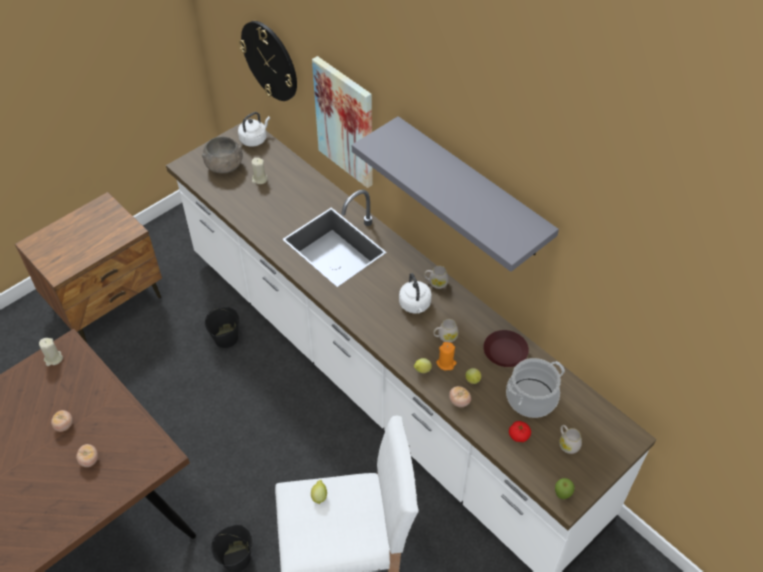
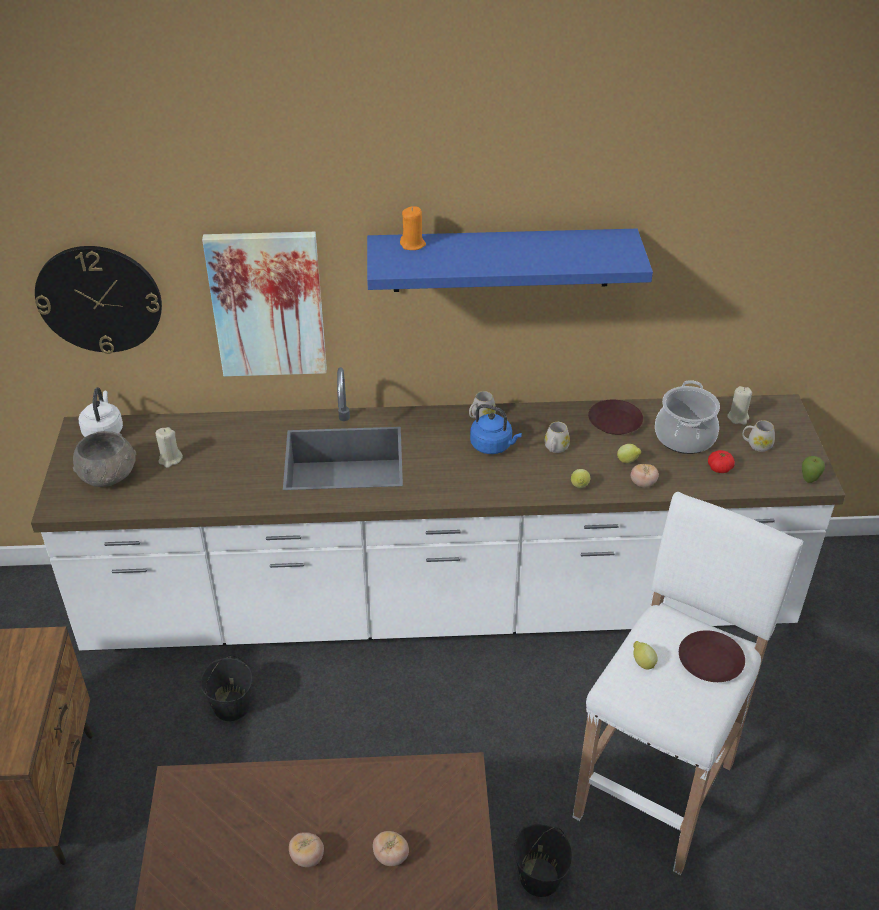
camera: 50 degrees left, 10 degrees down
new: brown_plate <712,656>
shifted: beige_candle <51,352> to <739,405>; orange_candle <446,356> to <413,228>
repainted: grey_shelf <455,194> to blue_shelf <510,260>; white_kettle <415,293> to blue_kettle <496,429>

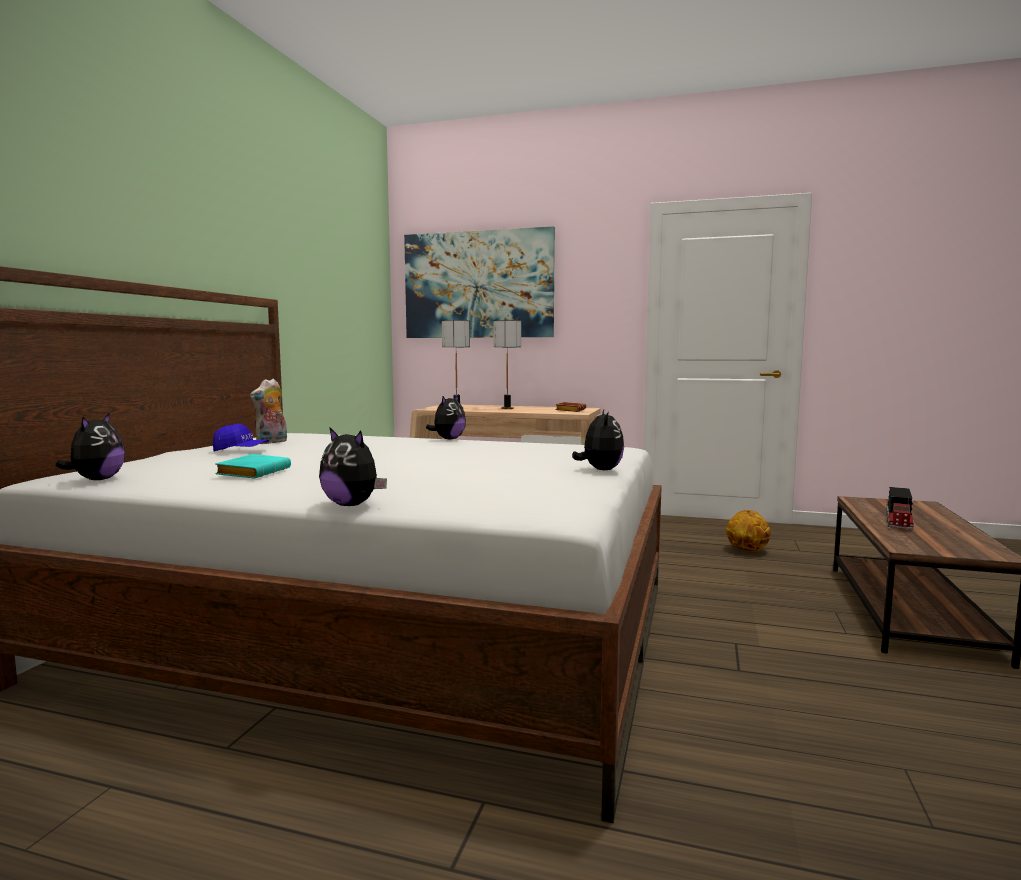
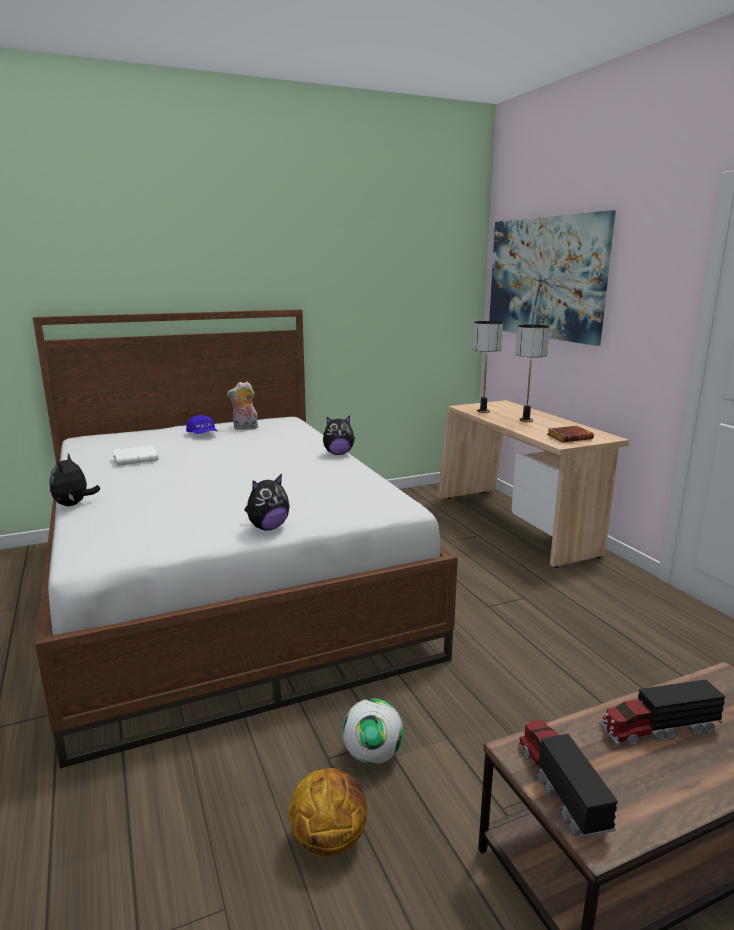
camera: 50 degrees right, 10 degrees up
gone: plush_toy <90,446>
new: football <372,731>; toy_truck <568,779>
shifted: basketball <748,531> to <328,812>
repainted: turquoise_book <253,466> to white_book <135,455>

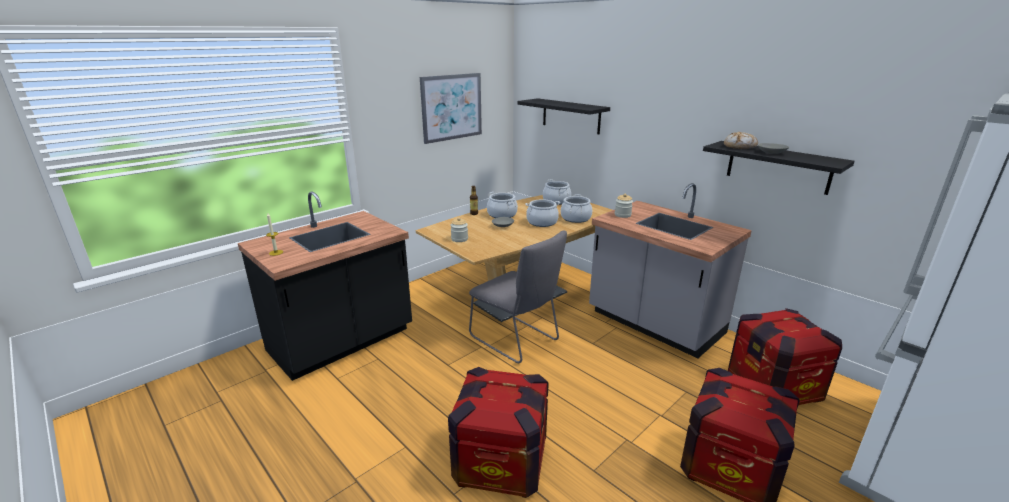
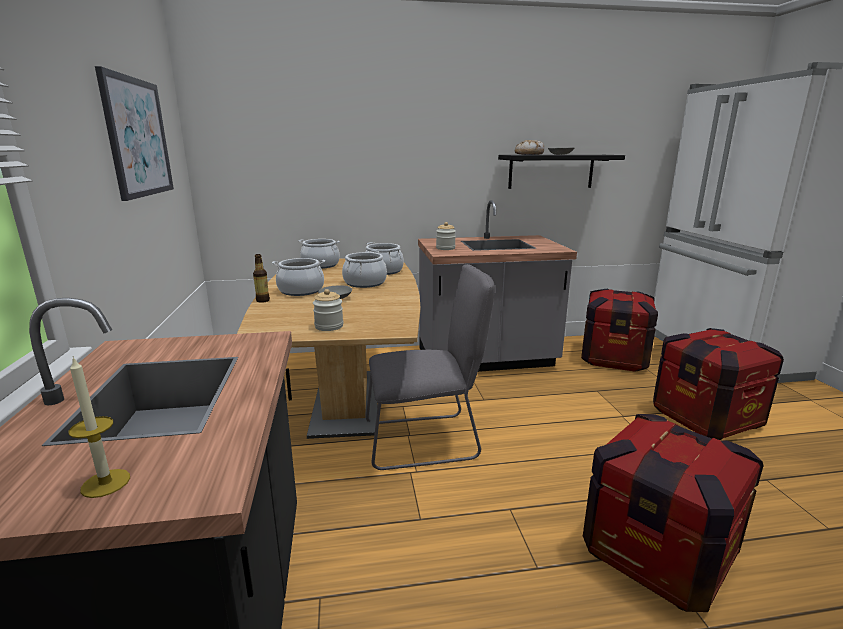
camera: 55 degrees left, 5 degrees down
gone: black_shelf <563,116>

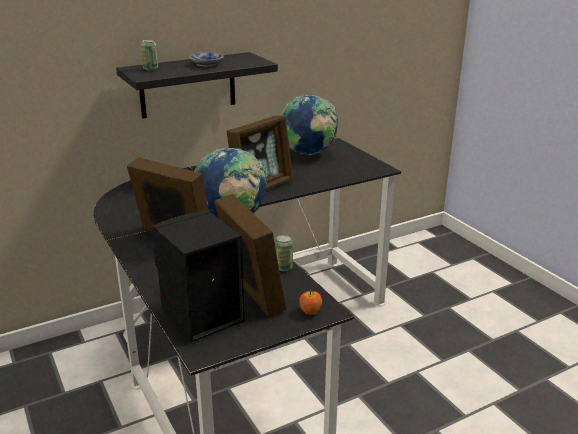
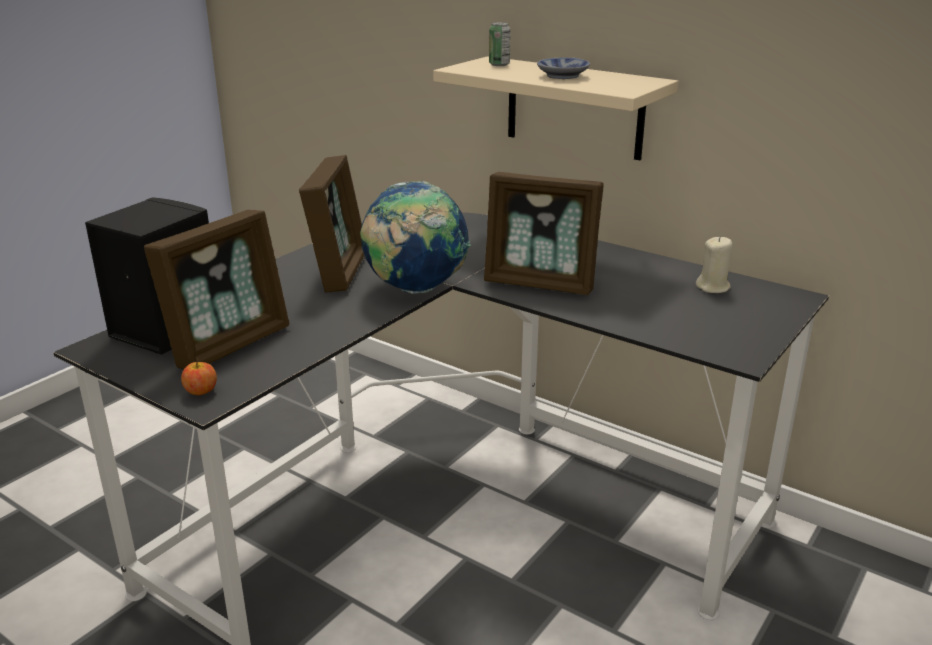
camera: 65 degrees right, 0 degrees up
gone: can <284,253>
swapped: globe <309,125> to beige_candle <714,264>
repainted: black_shelf <197,85> to beige_shelf <555,108>

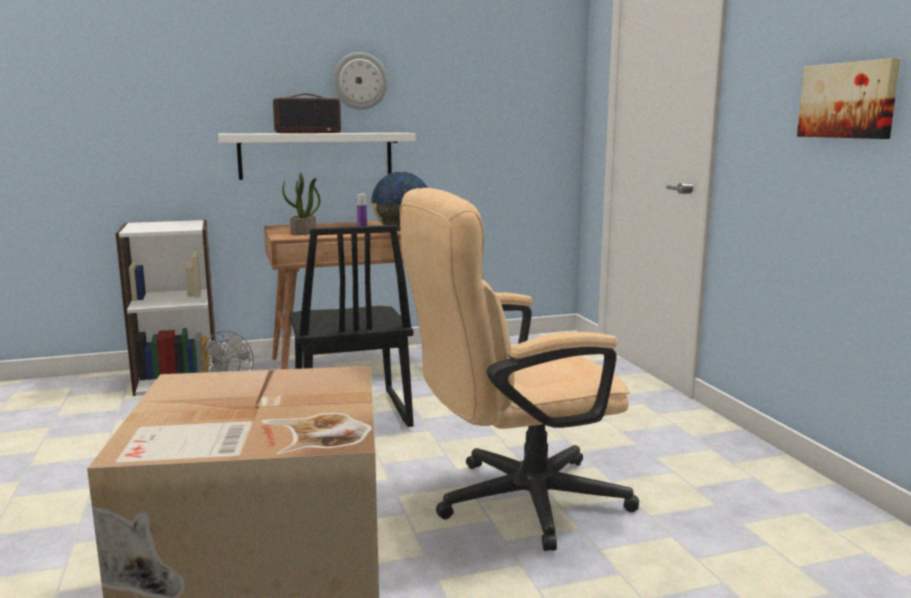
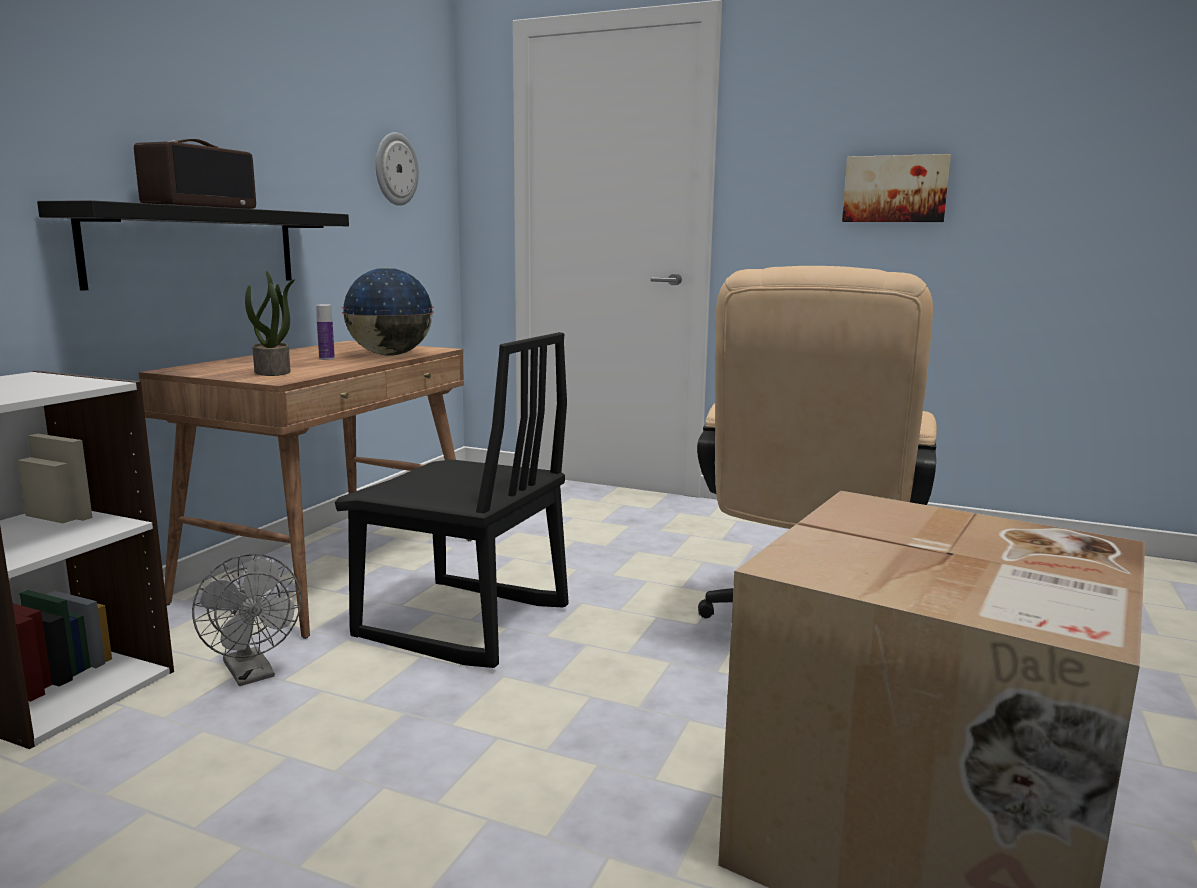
camera: 50 degrees left, 0 degrees up
shifted: wall_clock <360,81> to <397,169>
repainted: white_shelf <317,156> to black_shelf <193,245>

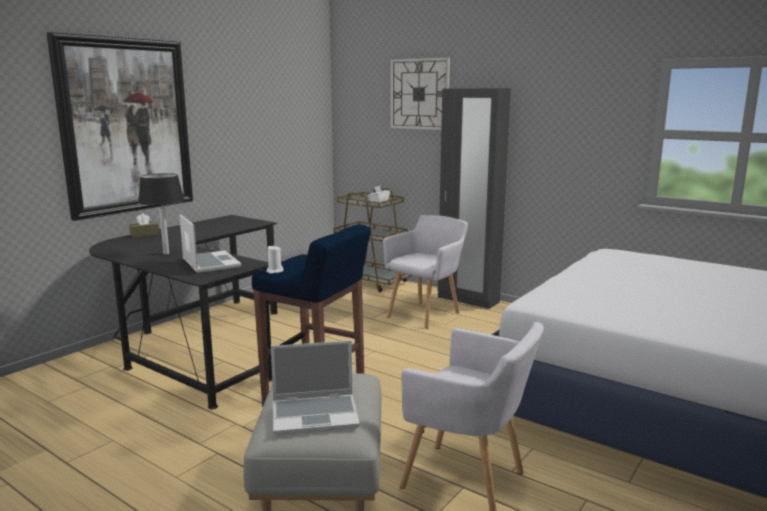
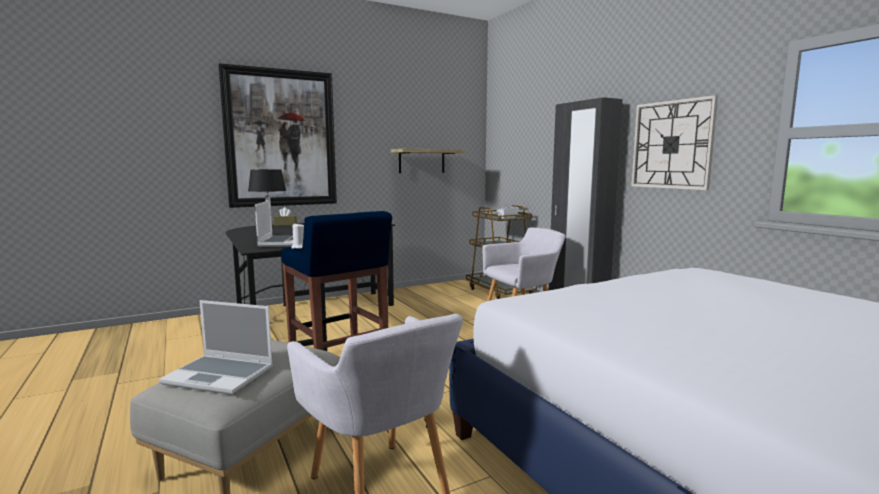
camera: 25 degrees right, 5 degrees down
new: shelf <428,161>
shifted: wall_clock <420,93> to <674,142>

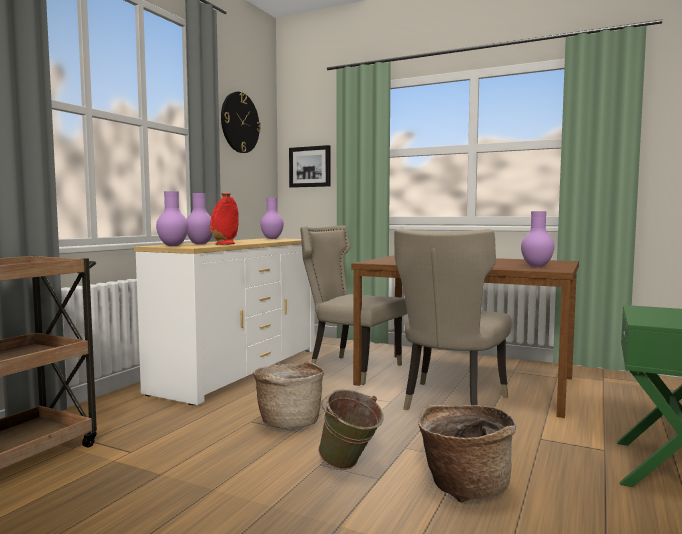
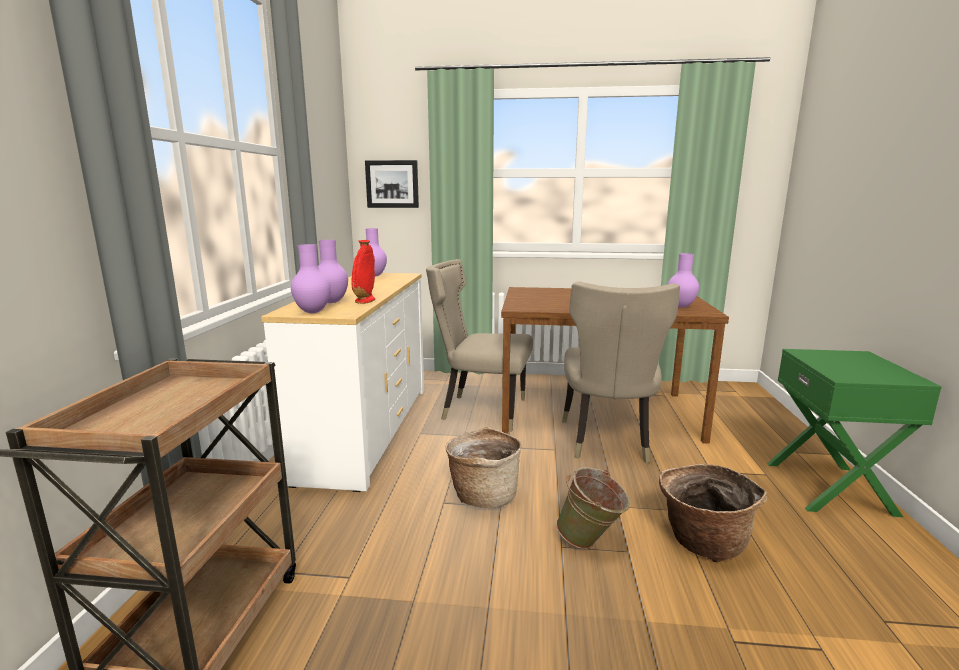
camera: 20 degrees left, 10 degrees up
gone: wall_clock <241,122>

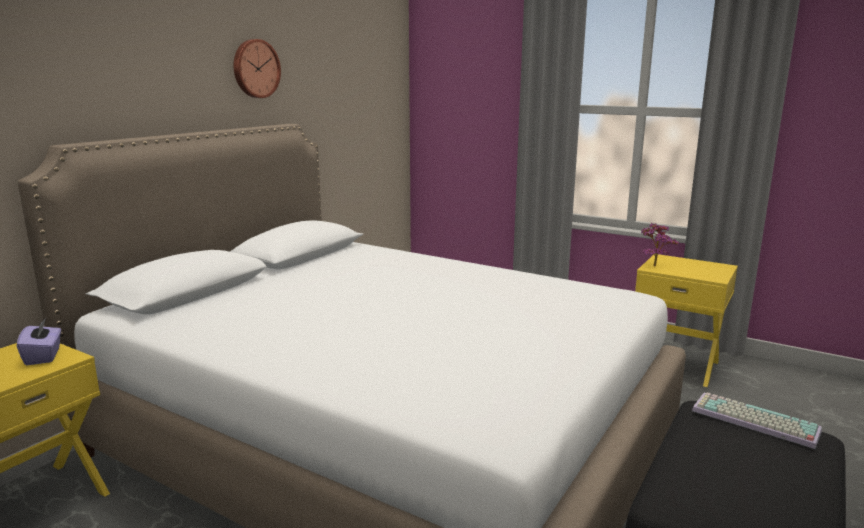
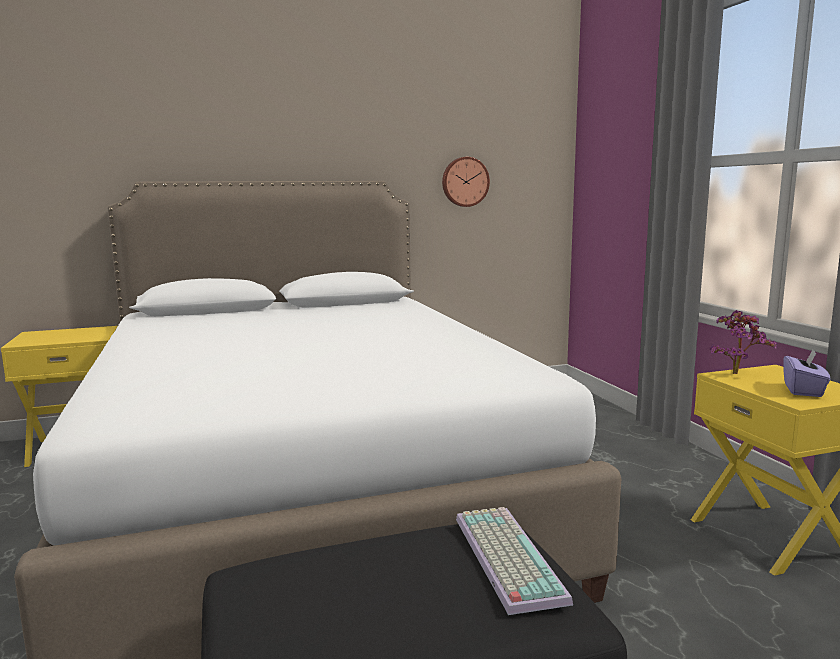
camera: 40 degrees right, 5 degrees down
shifted: wall_clock <257,68> to <466,182>; purple_tissue_box <39,341> to <807,373>

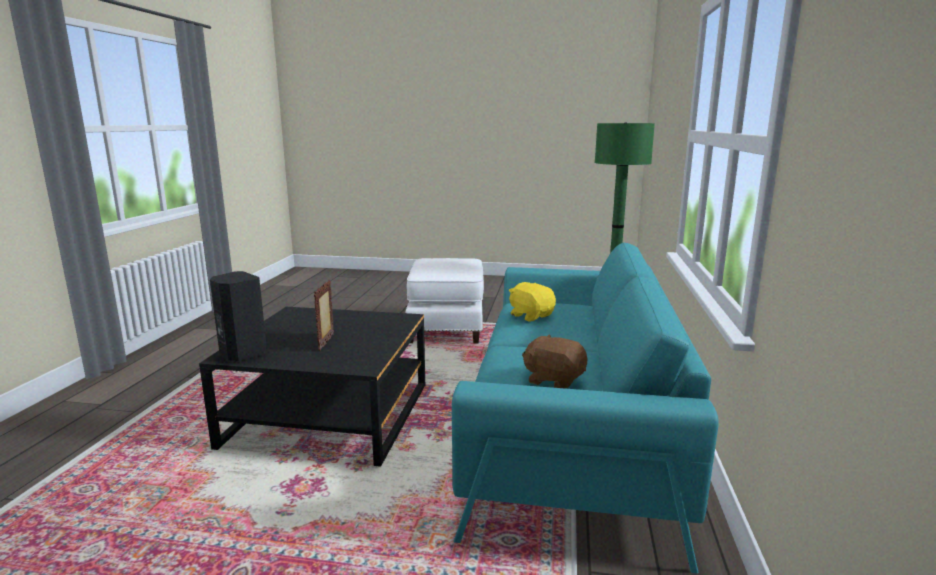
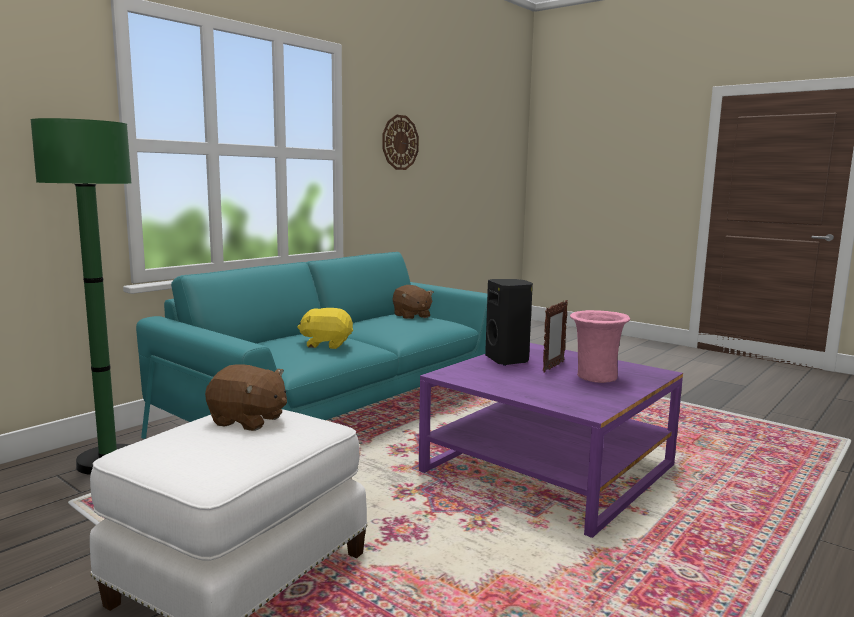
camera: 150 degrees left, 5 degrees down
new: wall_clock <400,142>; pink_vase <600,346>; brown_plush_toy <246,397>
shifted: black_speaker <238,316> to <509,322>
repainted: black_coffee_table <312,387> to purple_coffee_table <551,440>
rotated: yellow_plush_toy <532,302> = <325,328> 105 degrees clockwise

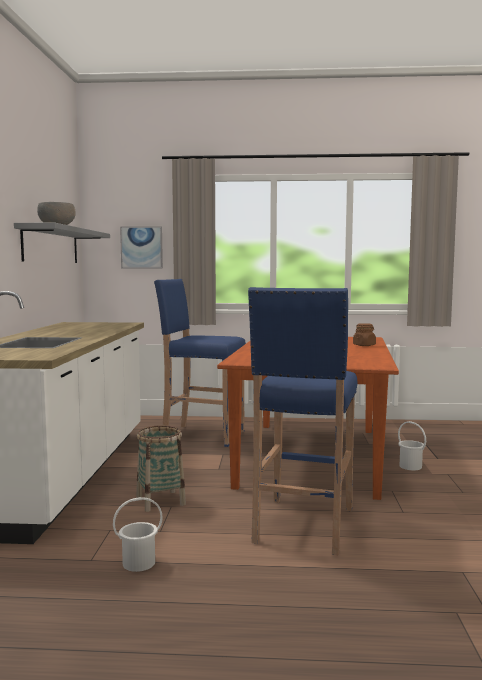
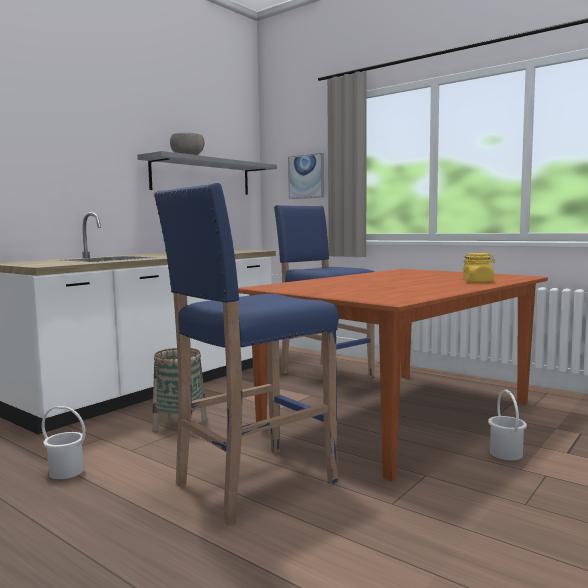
camera: 35 degrees right, 0 degrees up
repainted: brown_jar <364,334> to yellow_jar <479,268>

